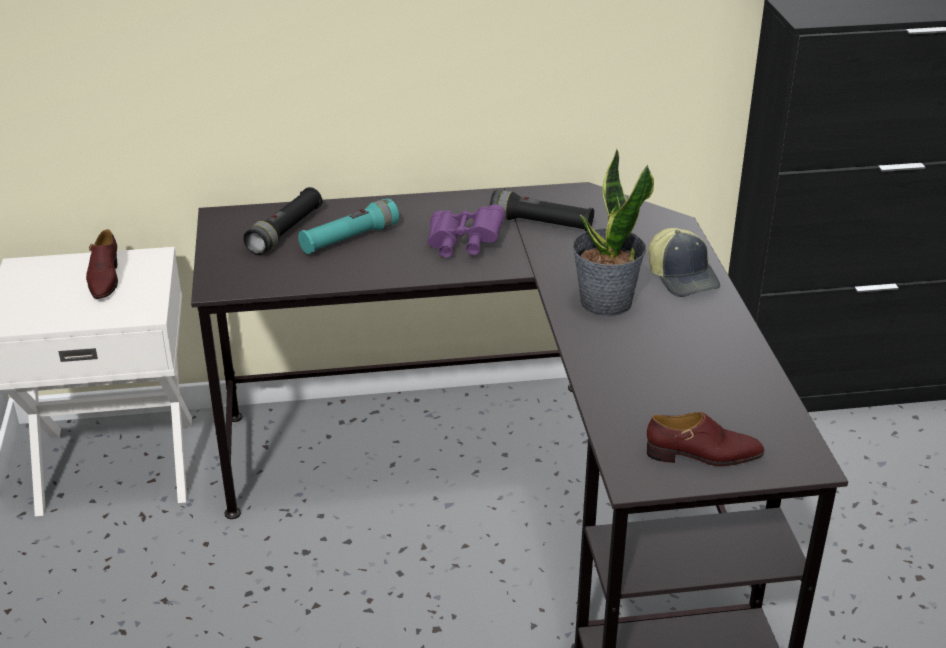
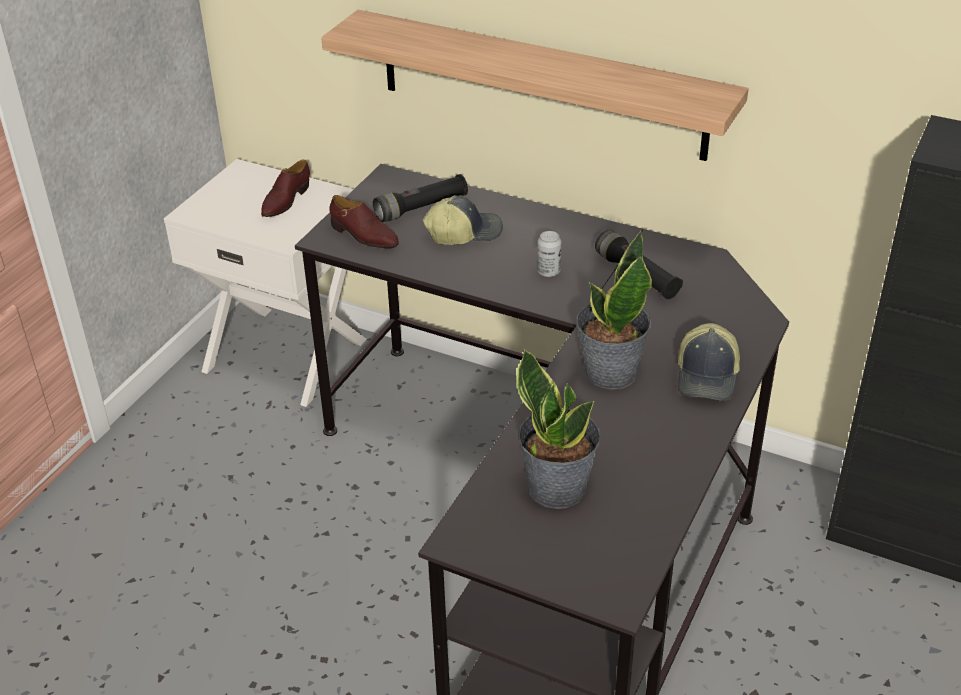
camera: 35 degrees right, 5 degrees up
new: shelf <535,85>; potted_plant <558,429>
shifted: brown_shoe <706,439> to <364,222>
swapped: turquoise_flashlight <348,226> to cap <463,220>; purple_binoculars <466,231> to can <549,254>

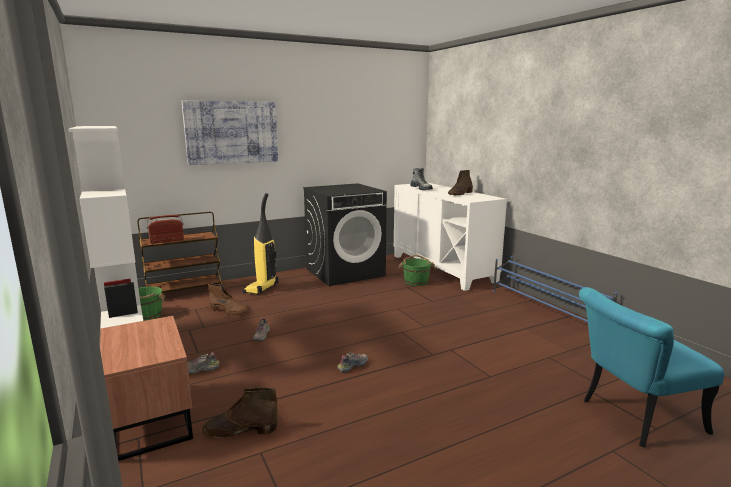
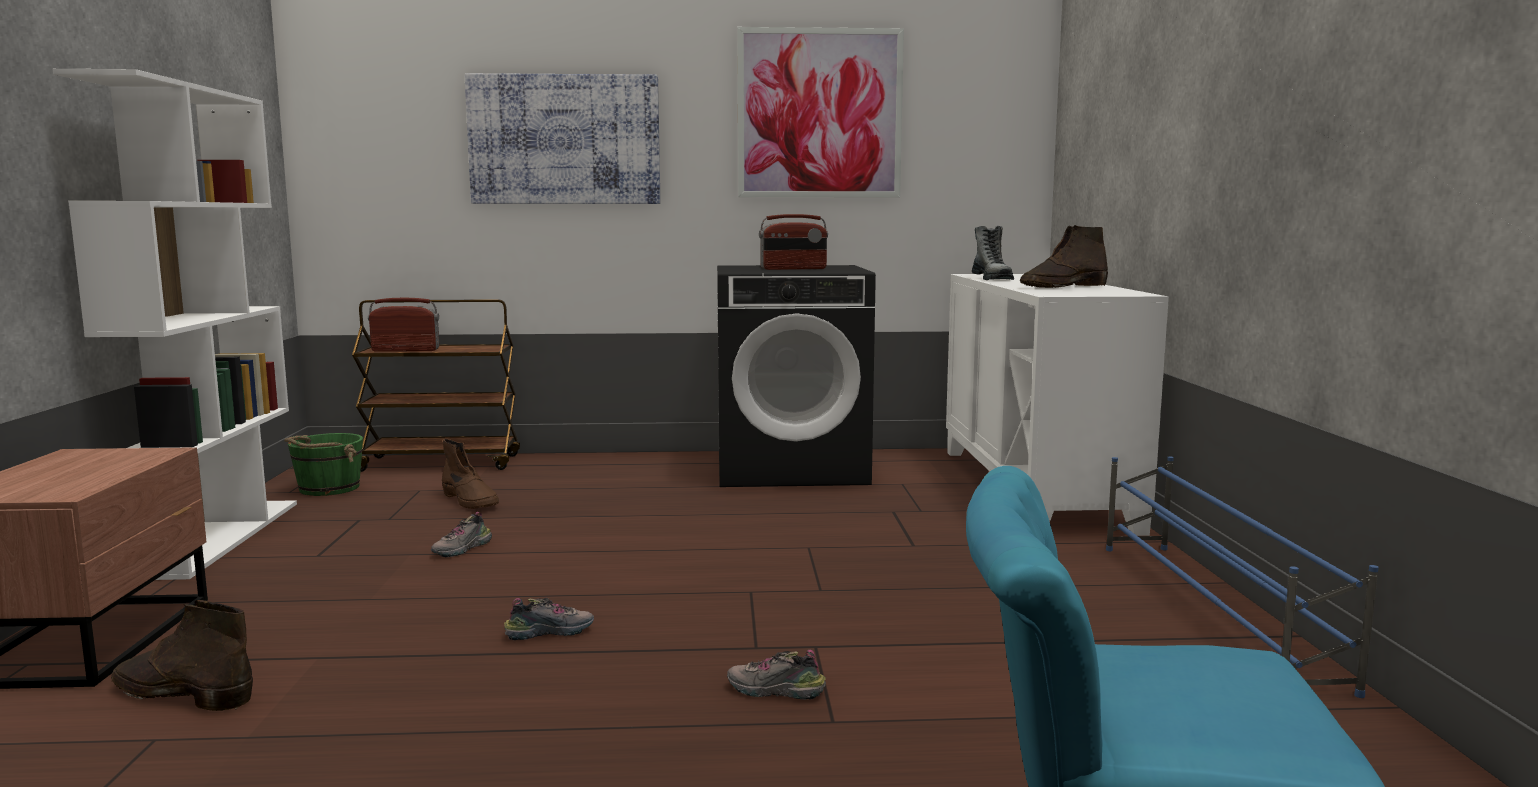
camera: 25 degrees right, 5 degrees down
gone: vacuum_cleaner <260,243>; green_bucket <417,270>
new: picture <820,112>; radio <793,242>
shifted: shoe <204,363> to <776,675>

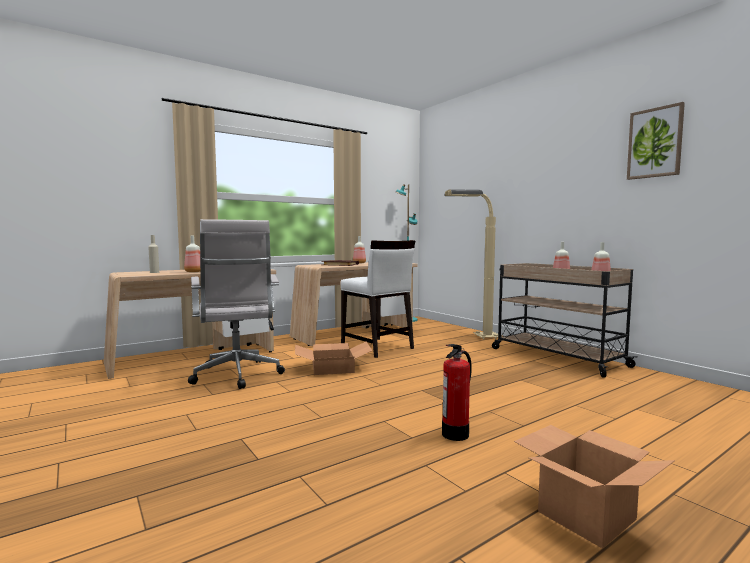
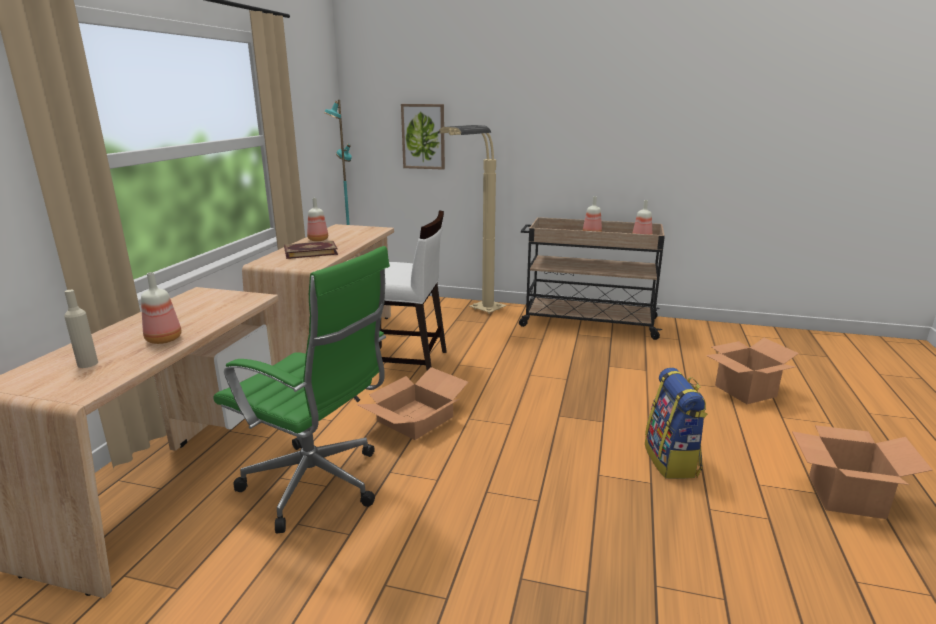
camera: 40 degrees left, 15 degrees up
new: cardboard_box <752,371>
shifted: picture <656,141> to <423,137>
swapped: fire_extinguisher <457,392> to backpack <676,423>
repainted: white_office_chair <236,304> to green_office_chair <301,390>

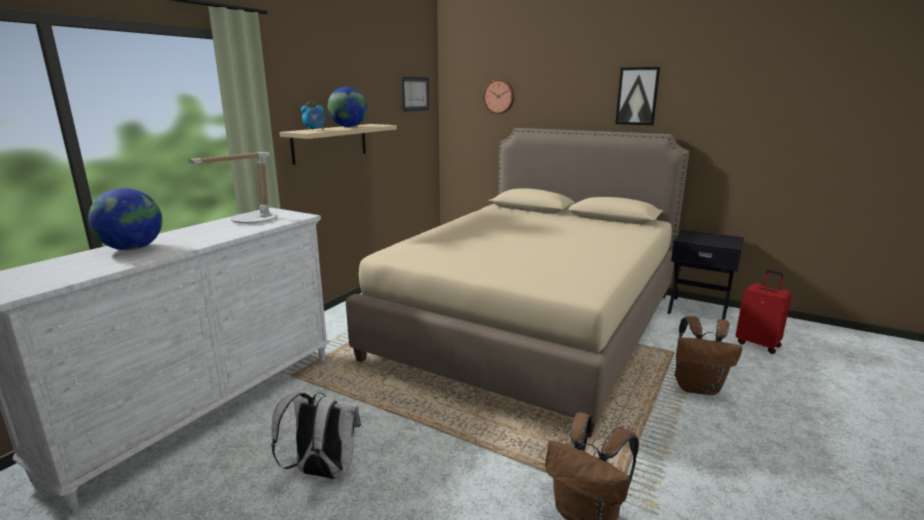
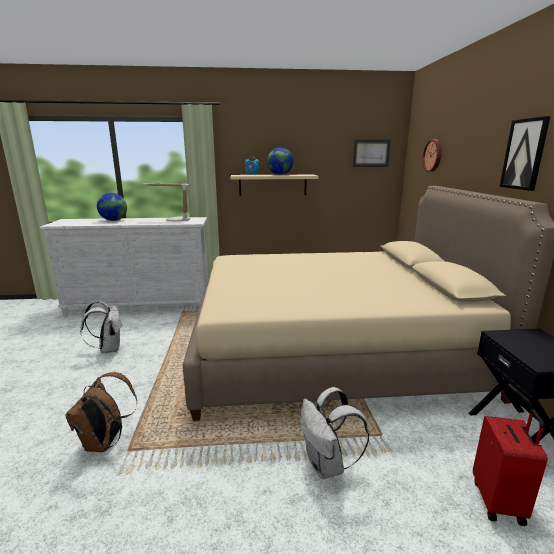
camera: 55 degrees right, 0 degrees up
repainted: brown_backpack <708,355> to white_backpack <334,433>

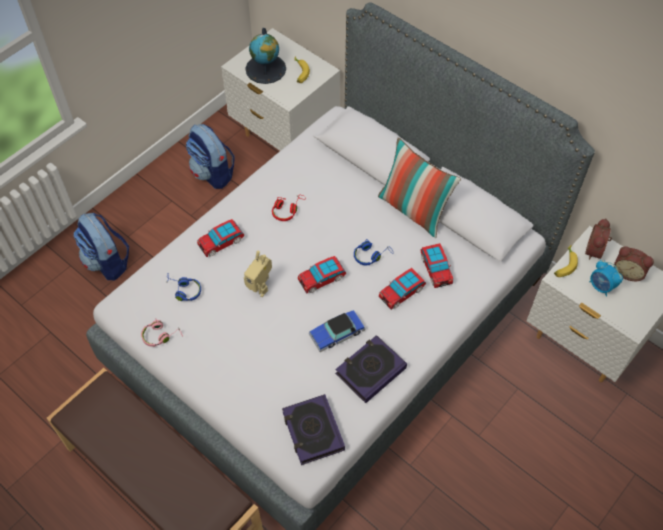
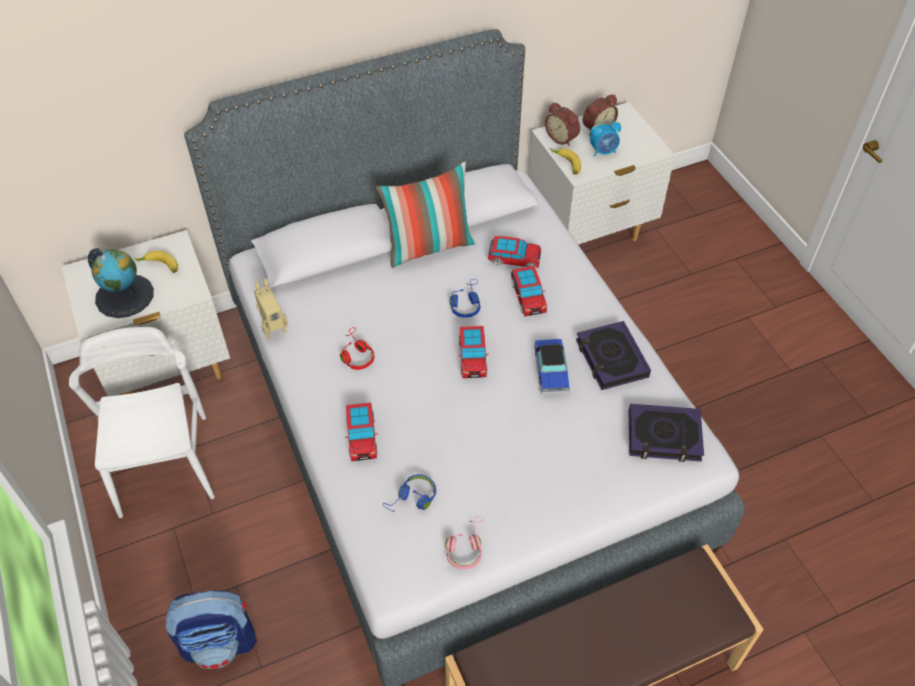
camera: 65 degrees left, 5 degrees down
shifted: toy_robot <258,274> to <271,309>
swapped: backpack <210,156> to white_chair <142,422>

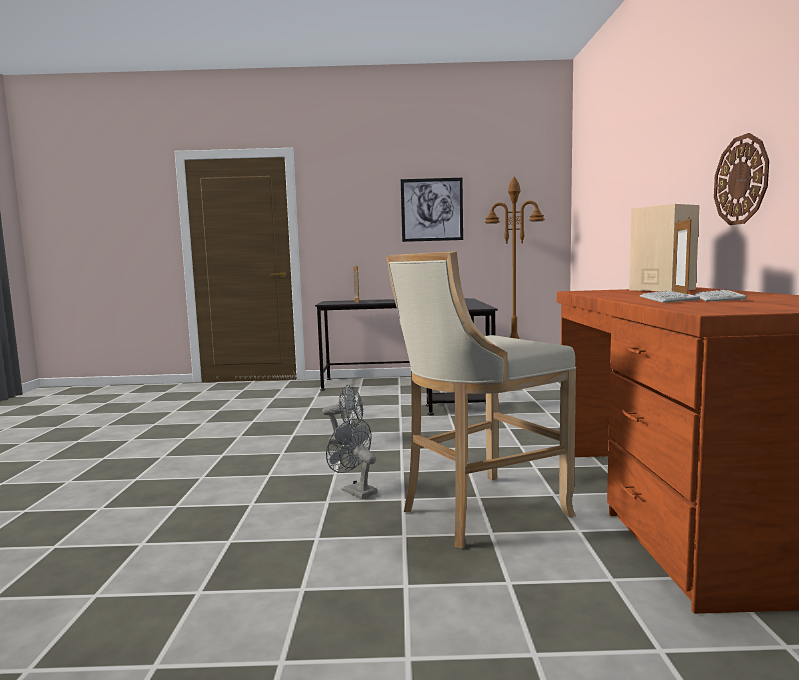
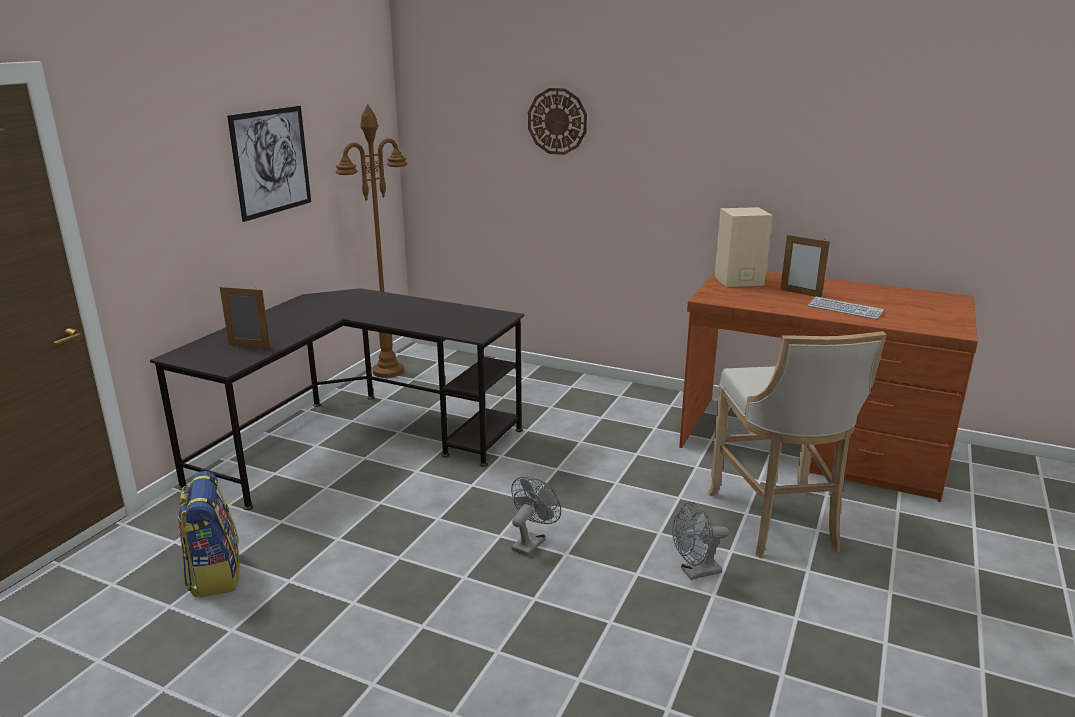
camera: 65 degrees left, 15 degrees up
gone: keyboard <720,296>
new: backpack <209,534>
shifted: wall_clock <741,179> to <557,121>

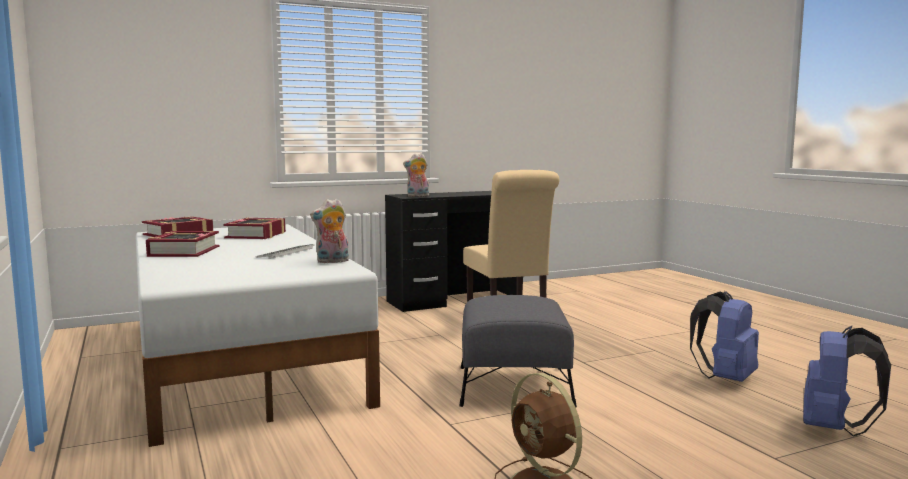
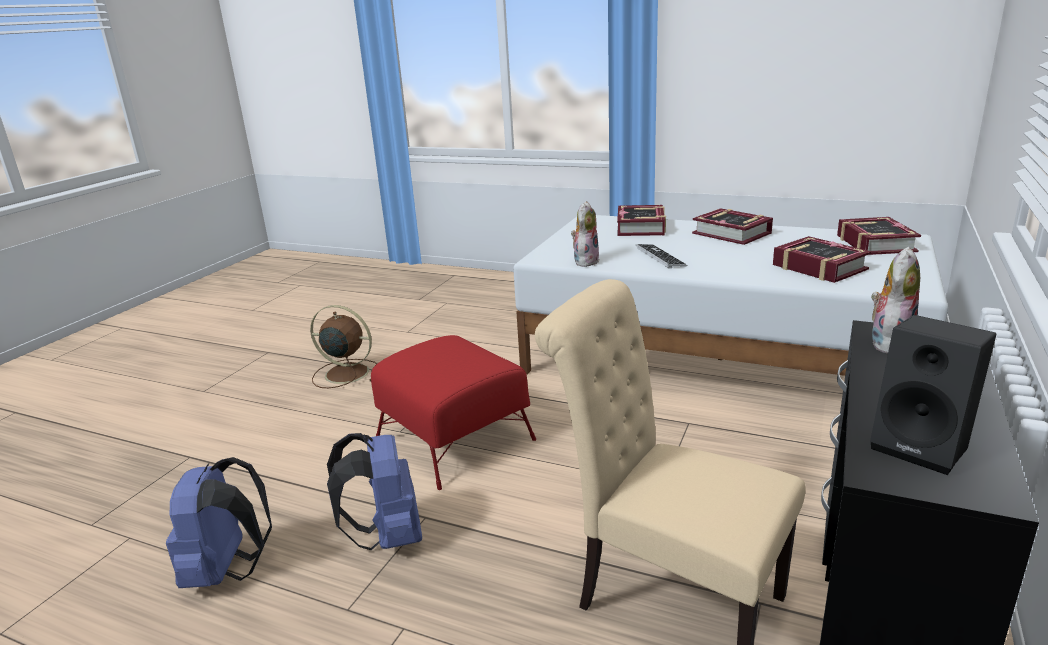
camera: 140 degrees right, 15 degrees up
new: book <641,220>; black_speaker <933,395>
shifted: blue_backpack <847,381> to <374,491>
repainted: grey_ottoman <518,351> to red_ottoman <453,412>

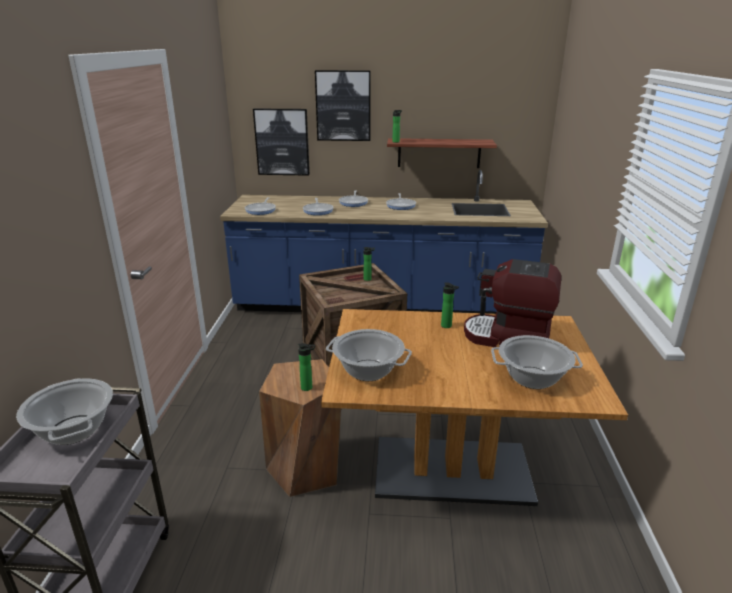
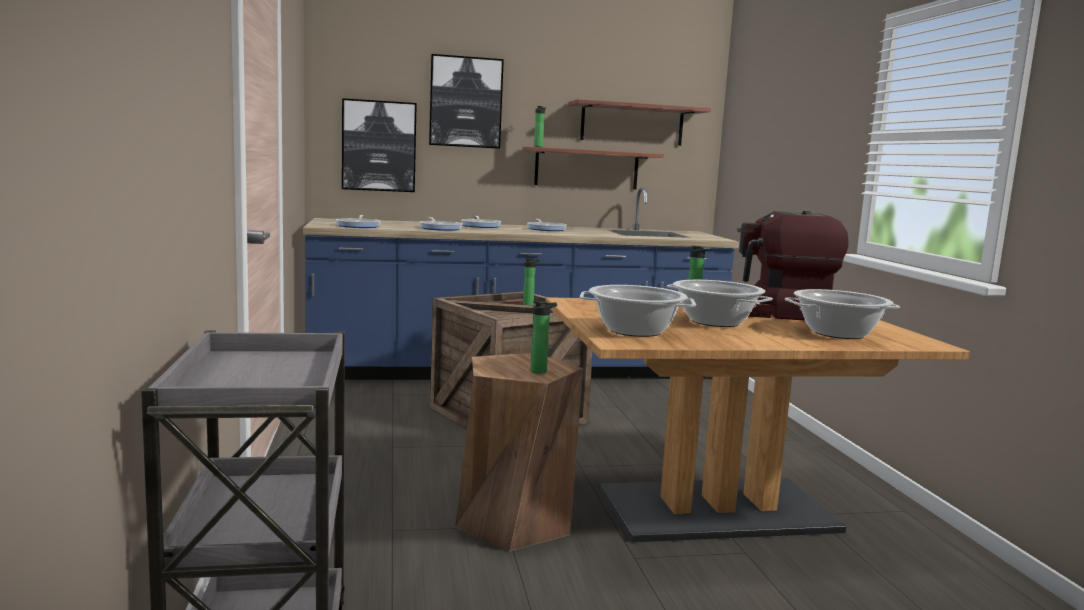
camera: 15 degrees left, 15 degrees down
new: shelf <640,122>
shifted: cooking_pot <64,411> to <720,303>

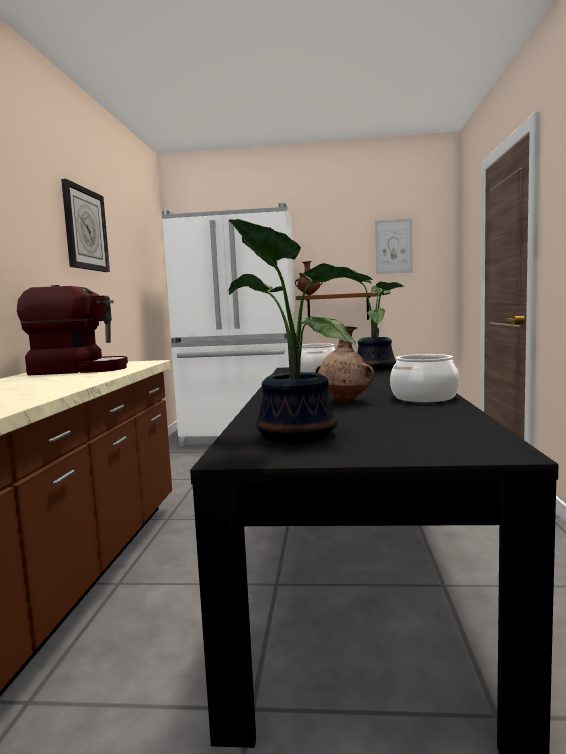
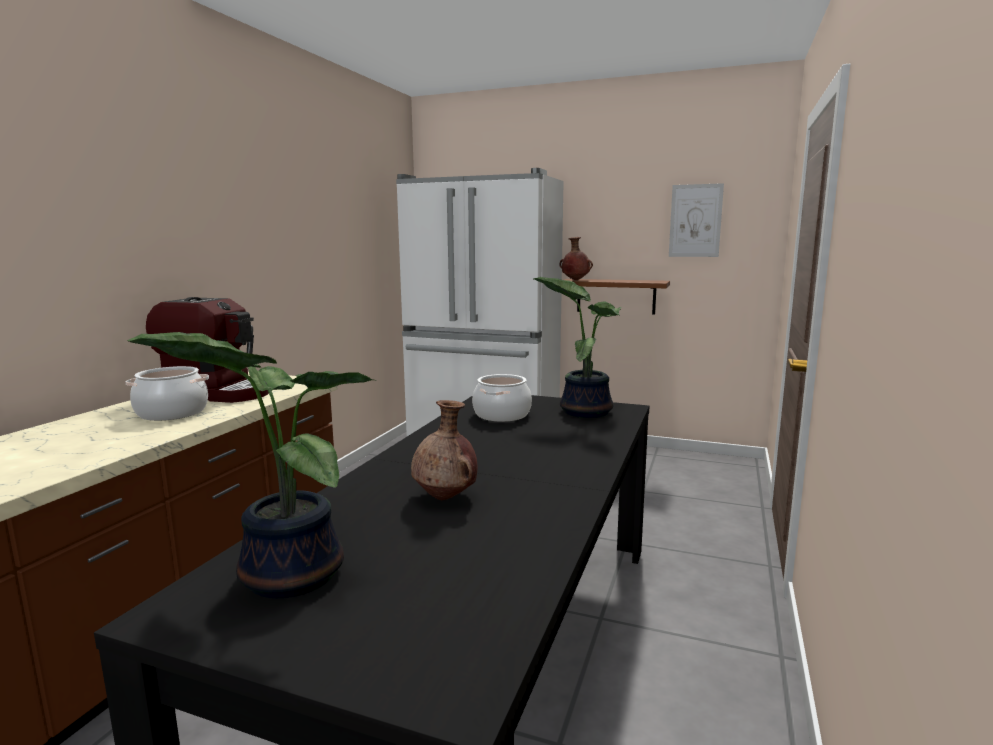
camera: 15 degrees right, 5 degrees up
gone: wall_clock <85,225>
shifted: cooking_pot <425,378> to <167,393>

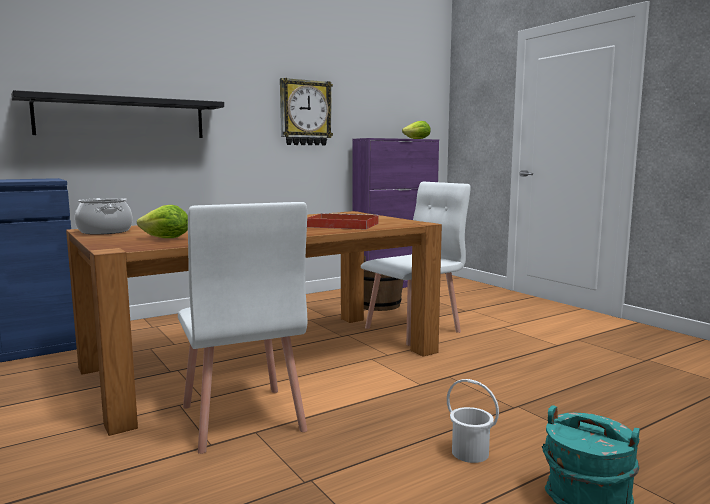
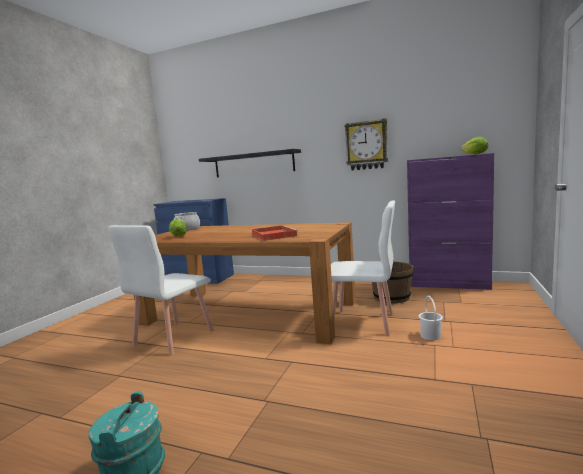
camera: 55 degrees right, 0 degrees up
shifted: white_bucket <473,421> to <431,318>

